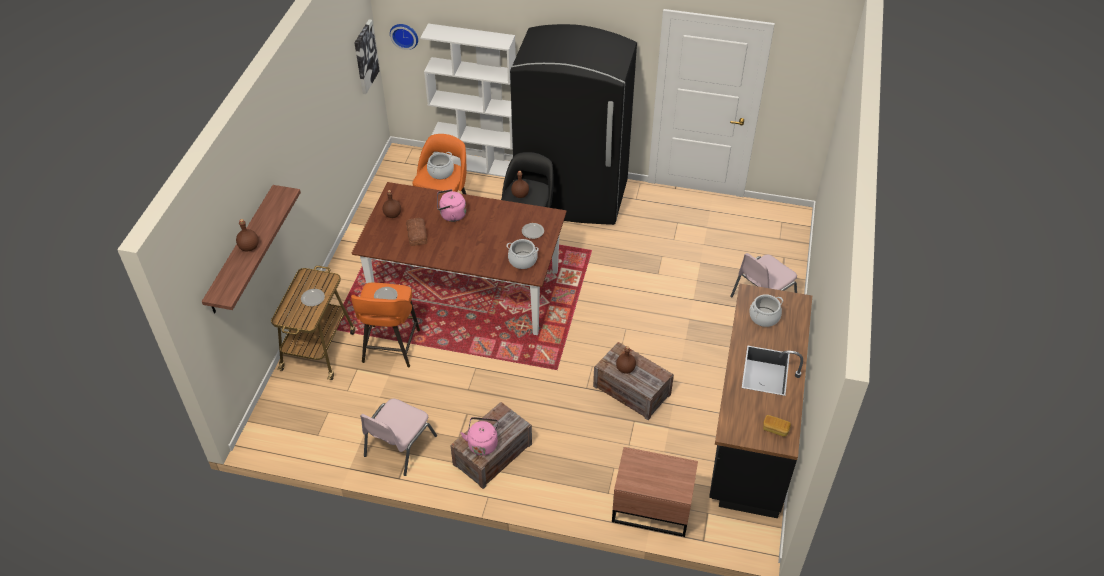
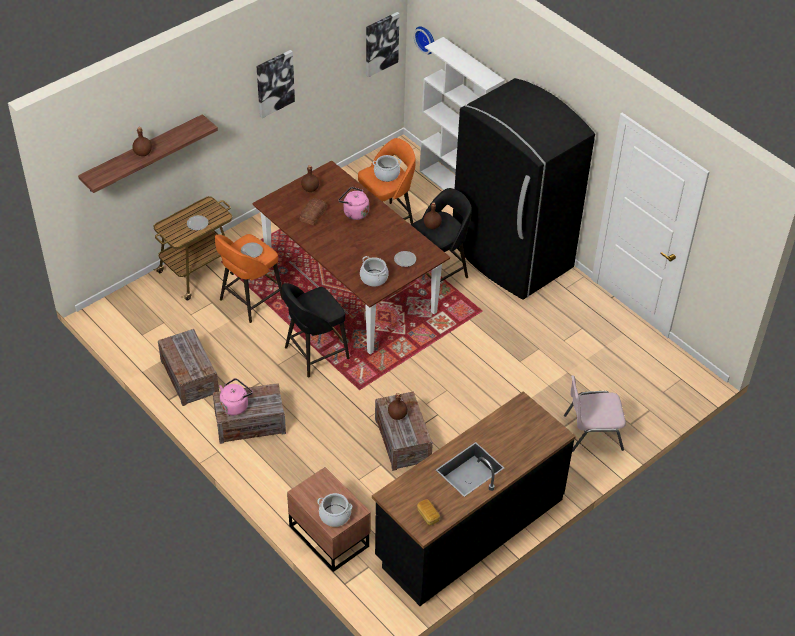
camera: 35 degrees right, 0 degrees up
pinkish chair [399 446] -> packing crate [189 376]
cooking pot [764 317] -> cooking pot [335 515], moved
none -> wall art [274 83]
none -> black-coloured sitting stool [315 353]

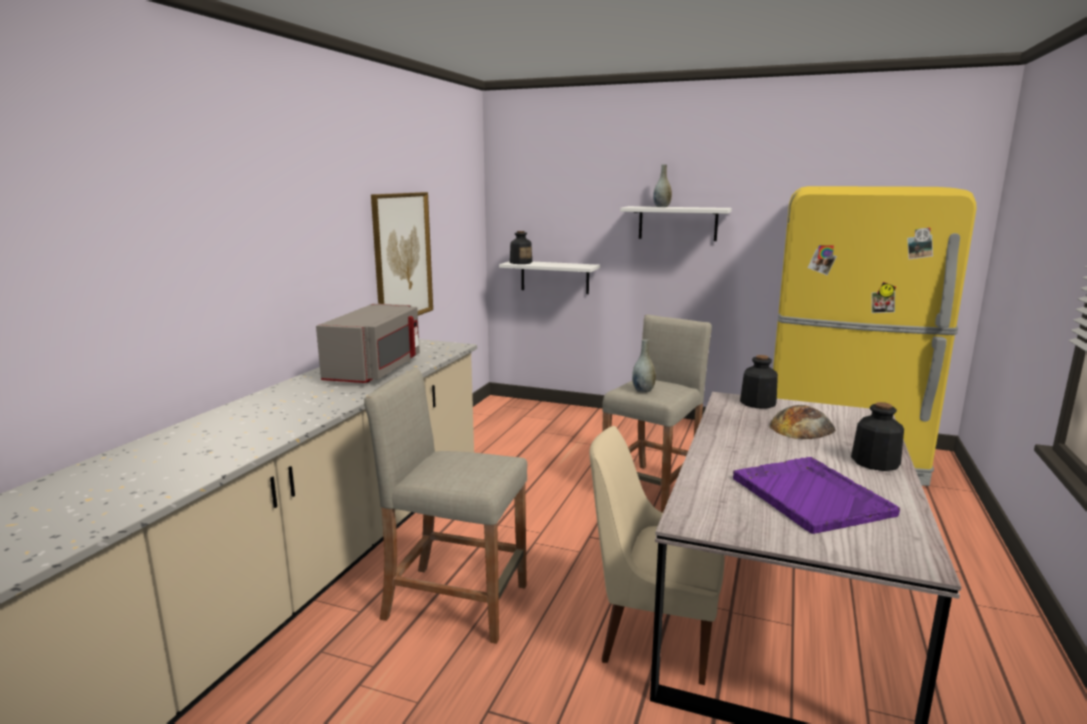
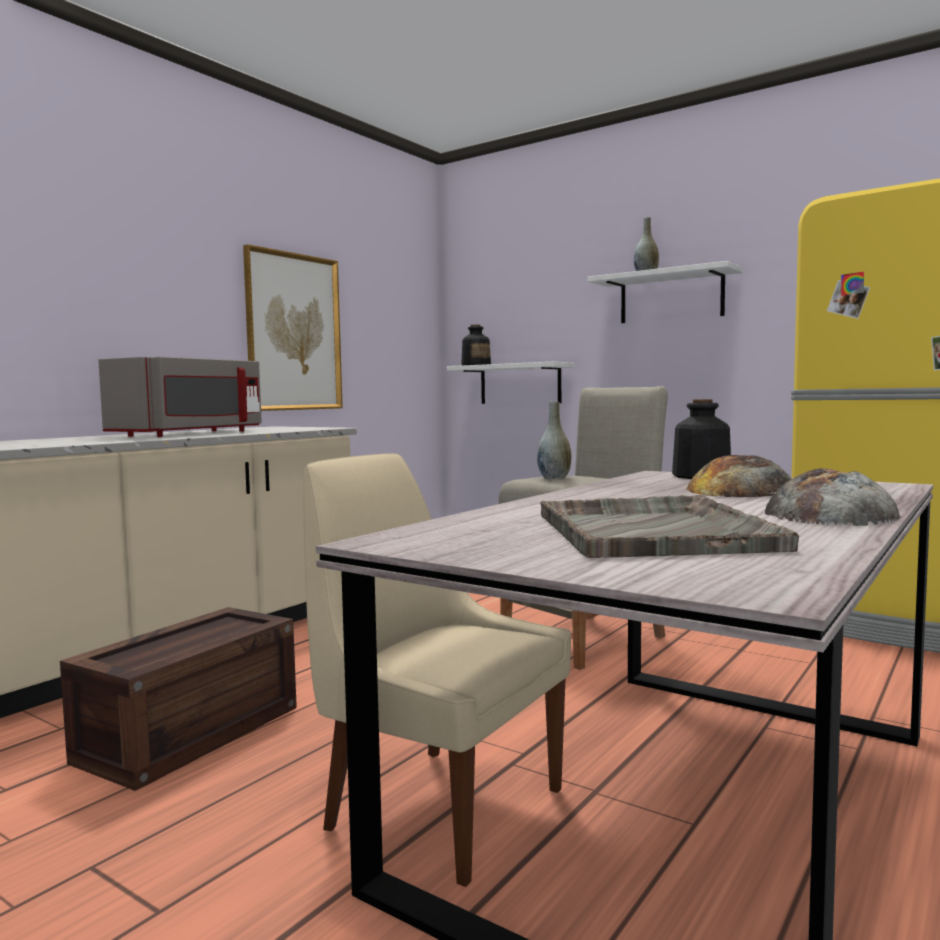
camera: 15 degrees right, 10 degrees down
beige sitting stool [456 602] -> packing crate [191 732]
purplish tray [809 495] -> greyish tray [651 531]
bottle [874 462] -> bakery bread [830 513]

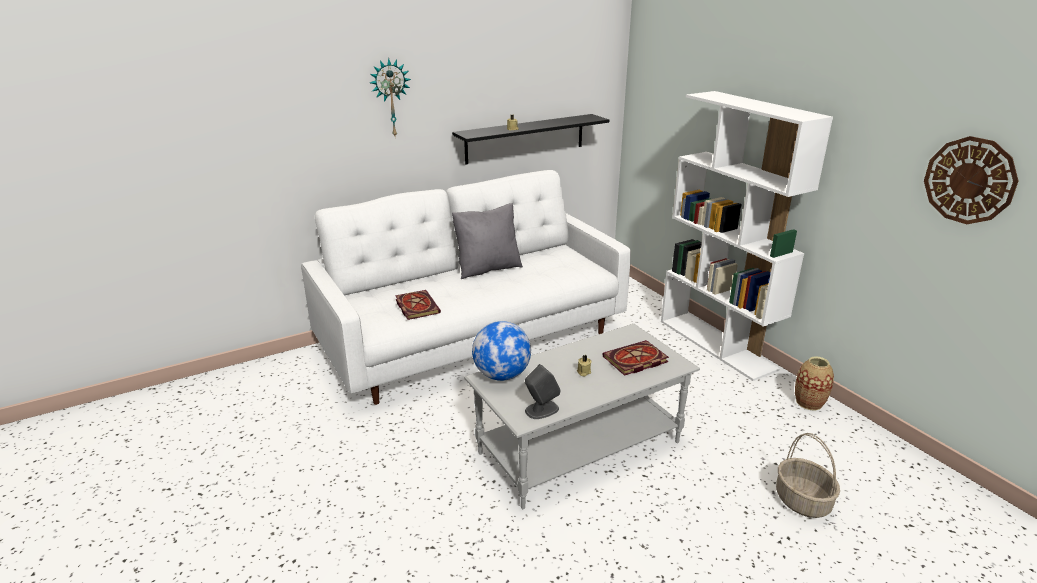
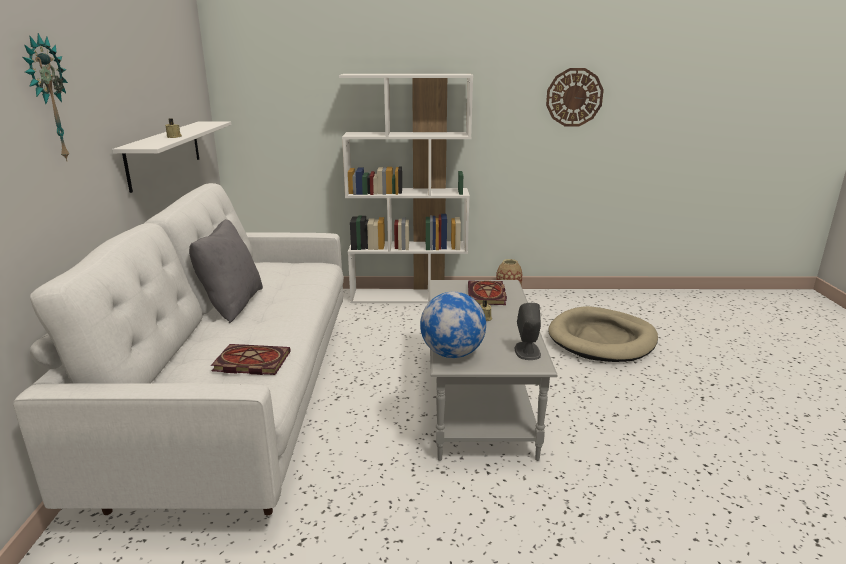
camera: 60 degrees left, 5 degrees down
black-coloured bracket shelf [525 138] -> whitish bracket shelf [165 153]
basket [803 501] -> beige pet bed [602 339]

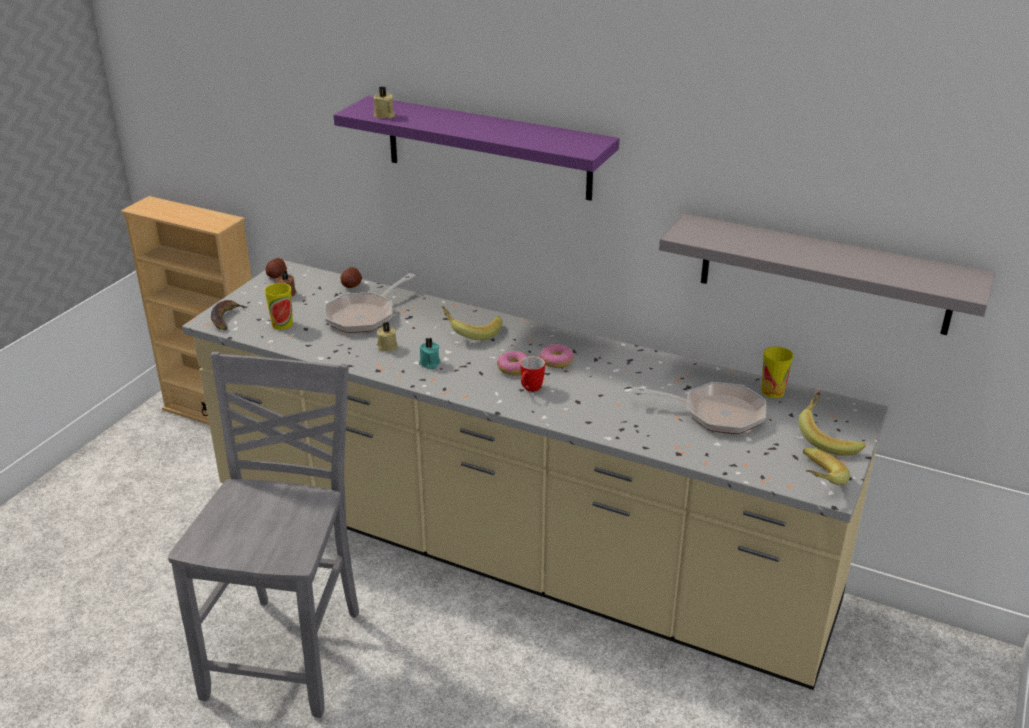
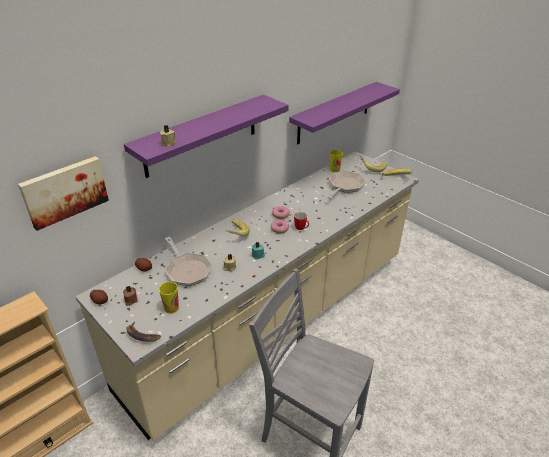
camera: 70 degrees left, 5 degrees up
greyish bracket shelf [824 274] -> purplish bracket shelf [334 113]
none -> wall art [64 191]

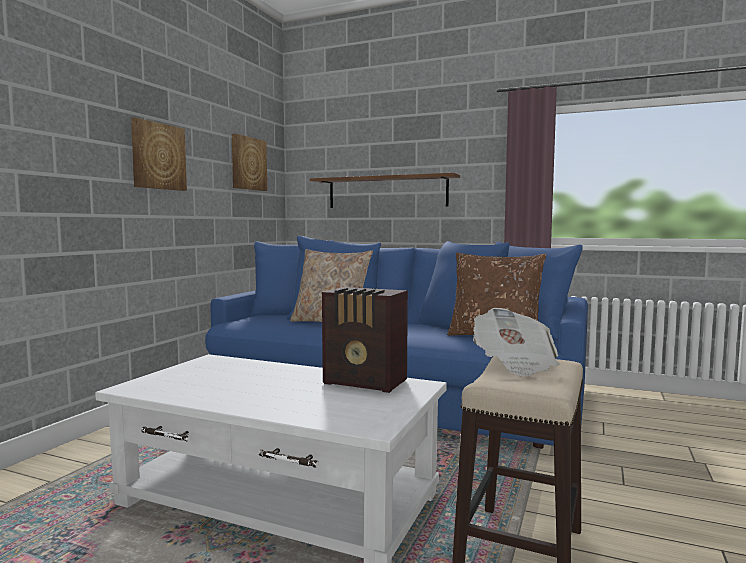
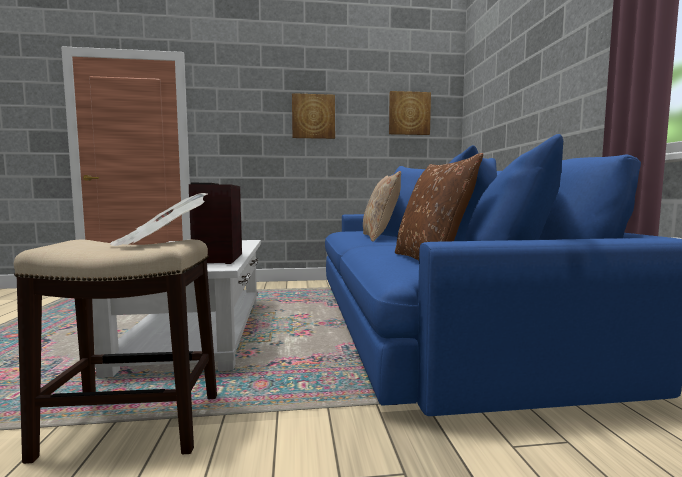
camera: 60 degrees right, 0 degrees up
brown bracket shelf [387 192] -> none

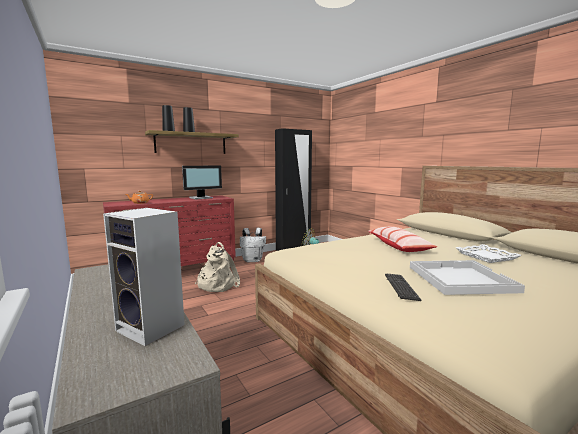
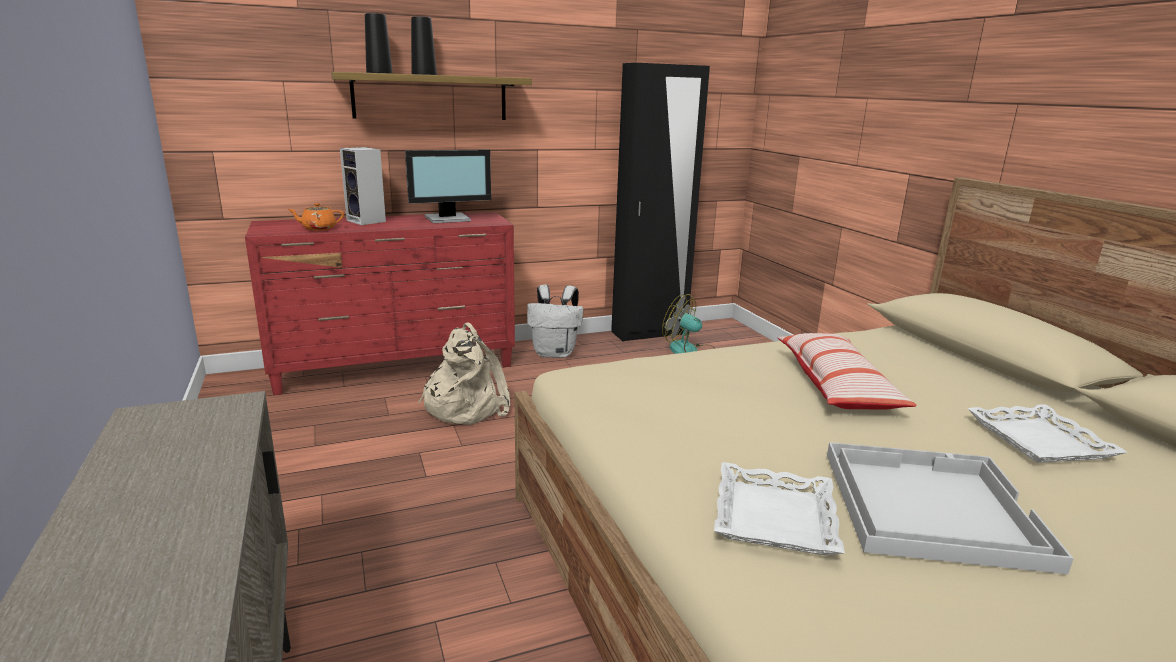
camera: 10 degrees right, 10 degrees up
speaker [153 328] -> speaker [367 221], moved
PC keyboard [401 287] -> whitish tray [773 517]

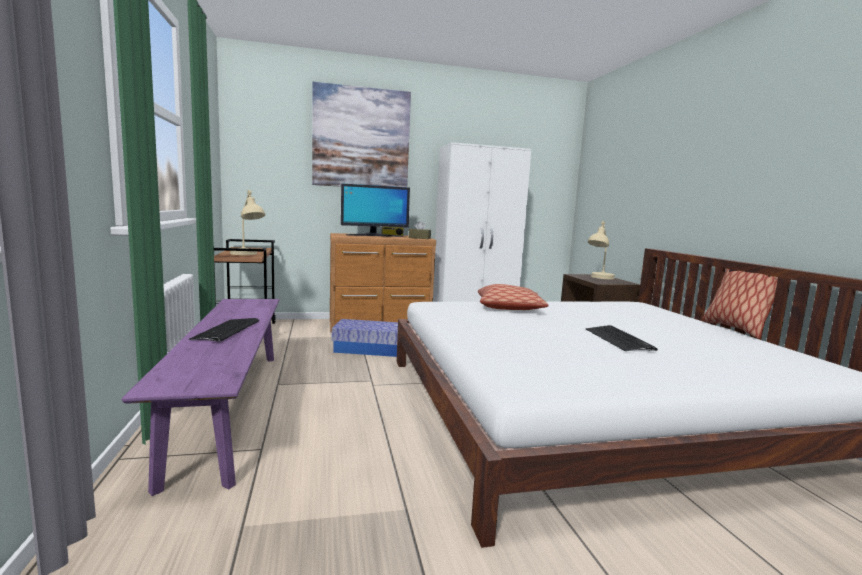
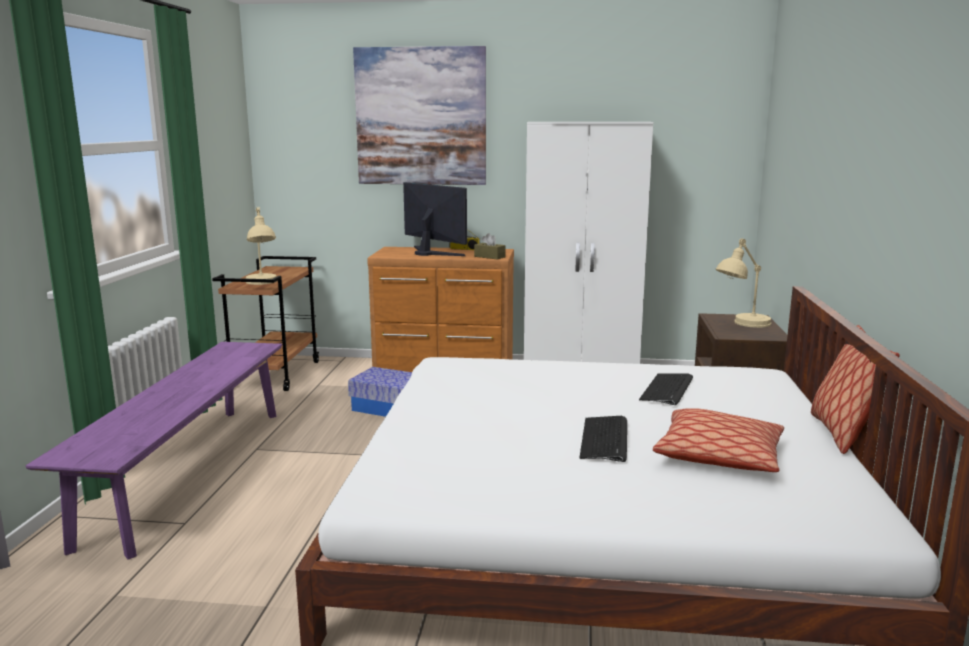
camera: 20 degrees right, 5 degrees up
PC keyboard [227 331] -> PC keyboard [667 389], moved
monitor [374 236] -> monitor [431 253], 135 degrees counterclockwise
cushion [509 308] -> cushion [719 456], moved

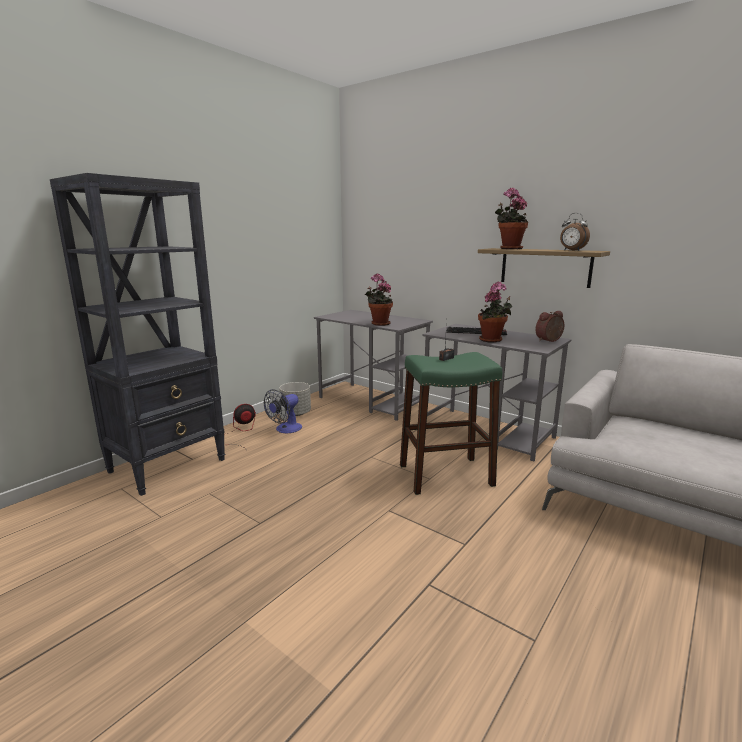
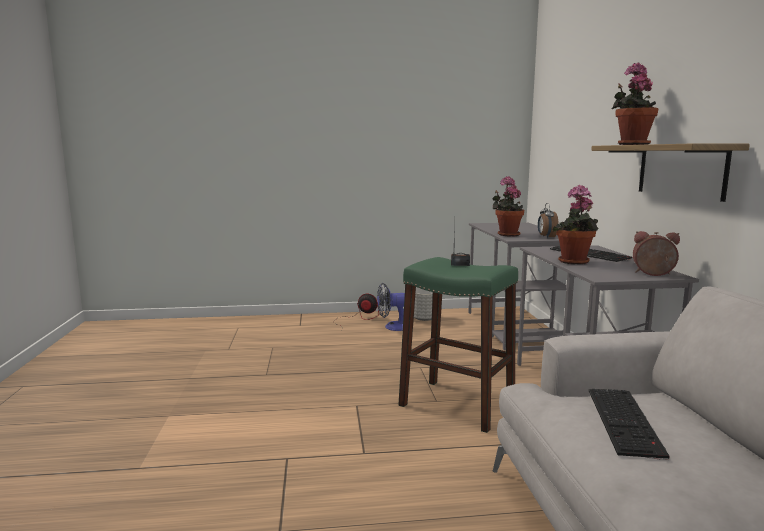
camera: 45 degrees right, 5 degrees down
black-coloured bookcase [169 465] -> none
table clock [571 250] -> table clock [546 237], moved
none -> PC keyboard [626 422]

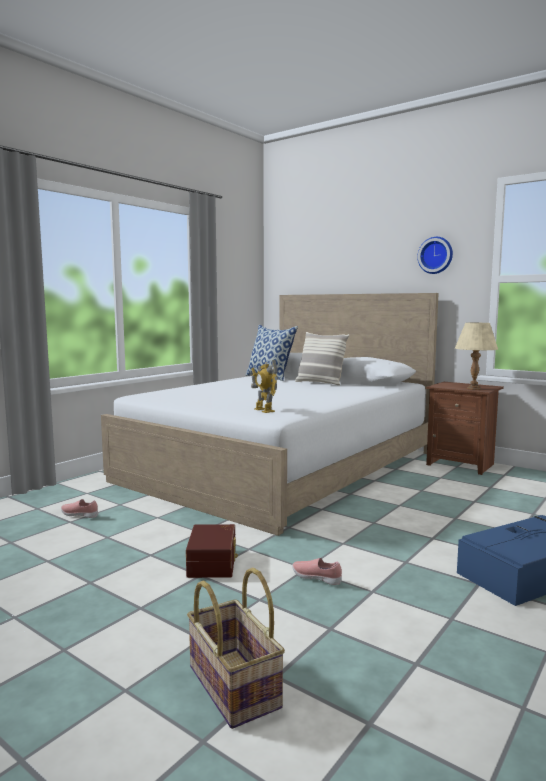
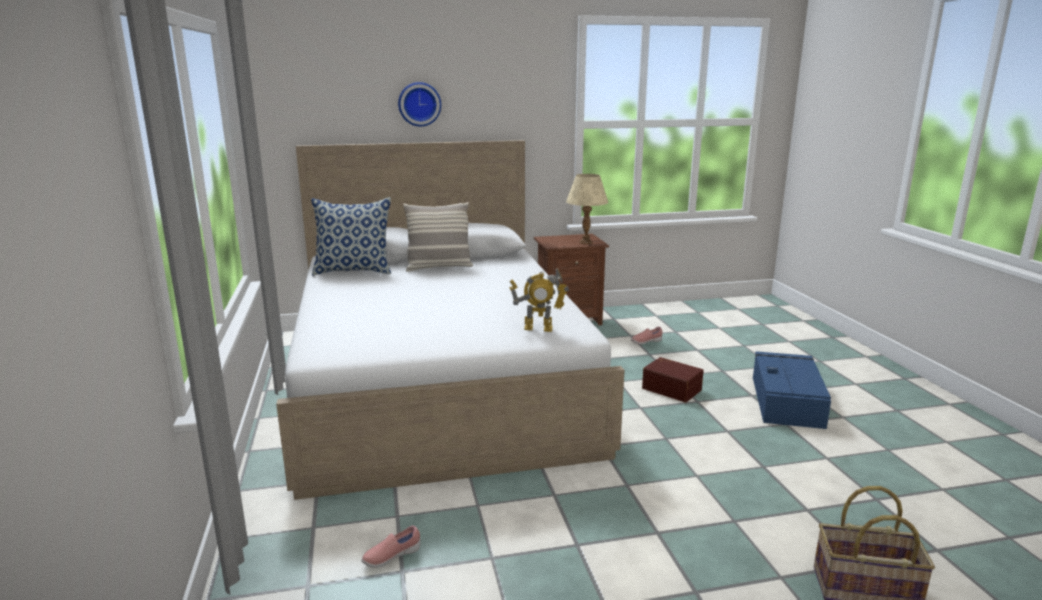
camera: 50 degrees left, 10 degrees up
brown storage container [213 562] -> brown storage container [672 388], moved
pinkish low shoe [316 578] -> pinkish low shoe [646 342], moved
wall clock [436 255] -> wall clock [419 104], moved

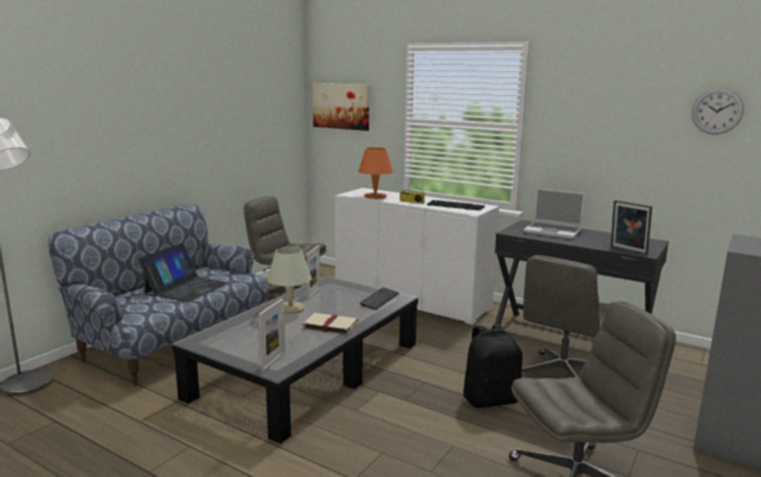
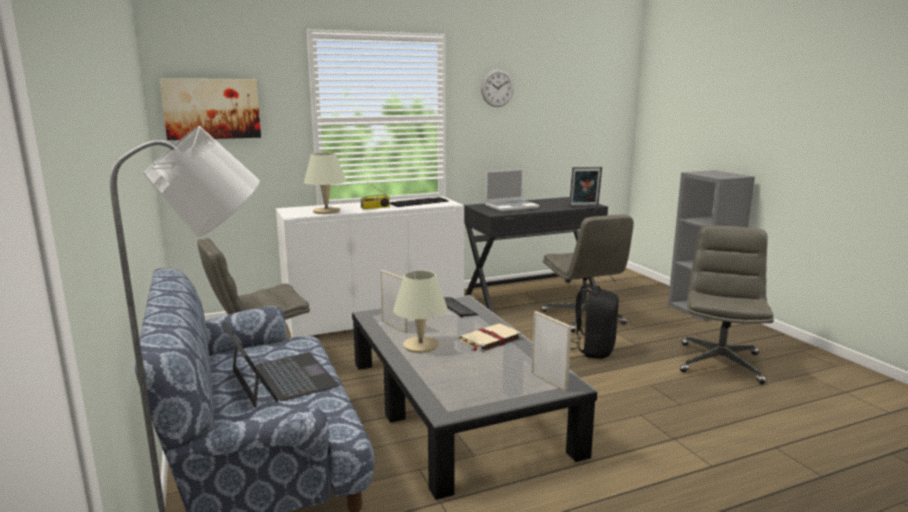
camera: 55 degrees left, 0 degrees up
orange-coloured table lamp [375 196] -> beige table lamp [326 211]
wall clock [717 111] -> wall clock [497 88], moved

